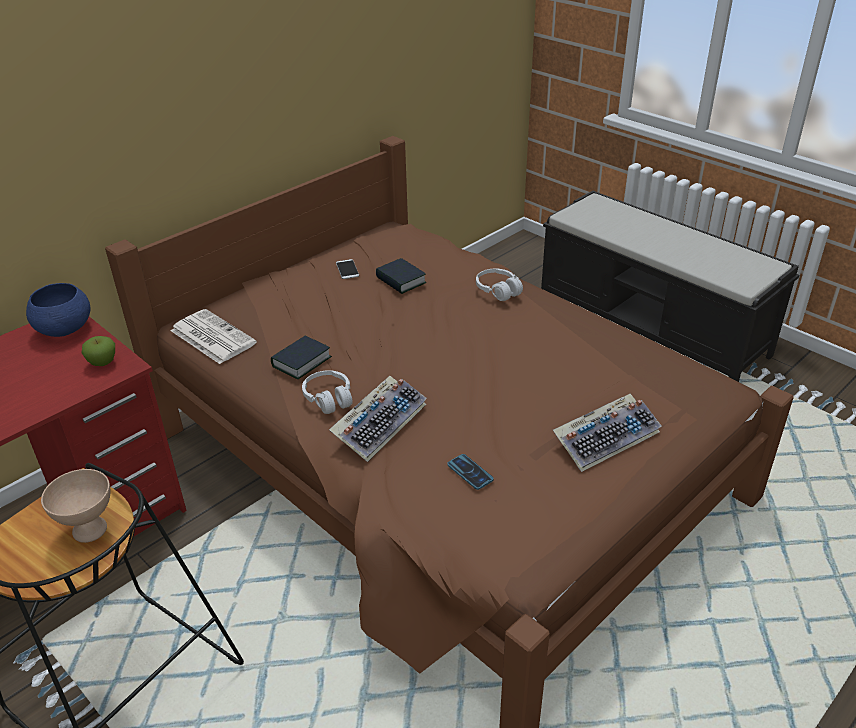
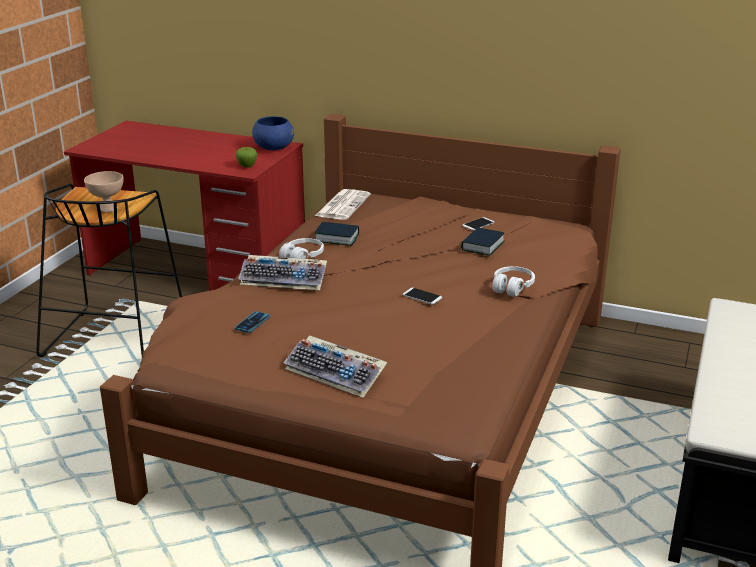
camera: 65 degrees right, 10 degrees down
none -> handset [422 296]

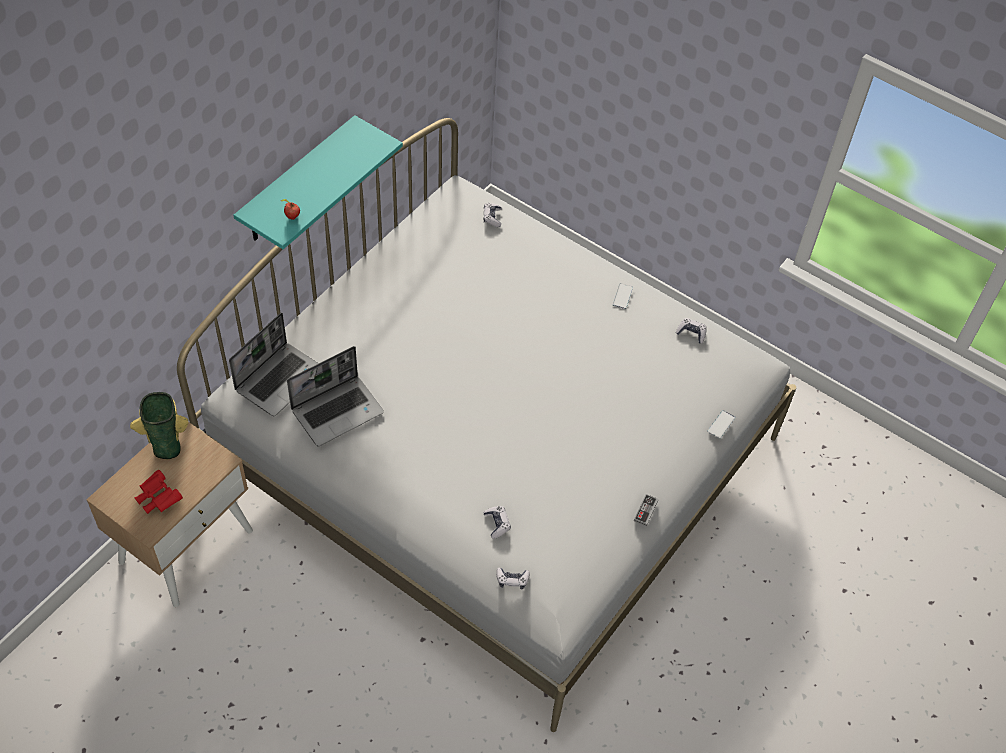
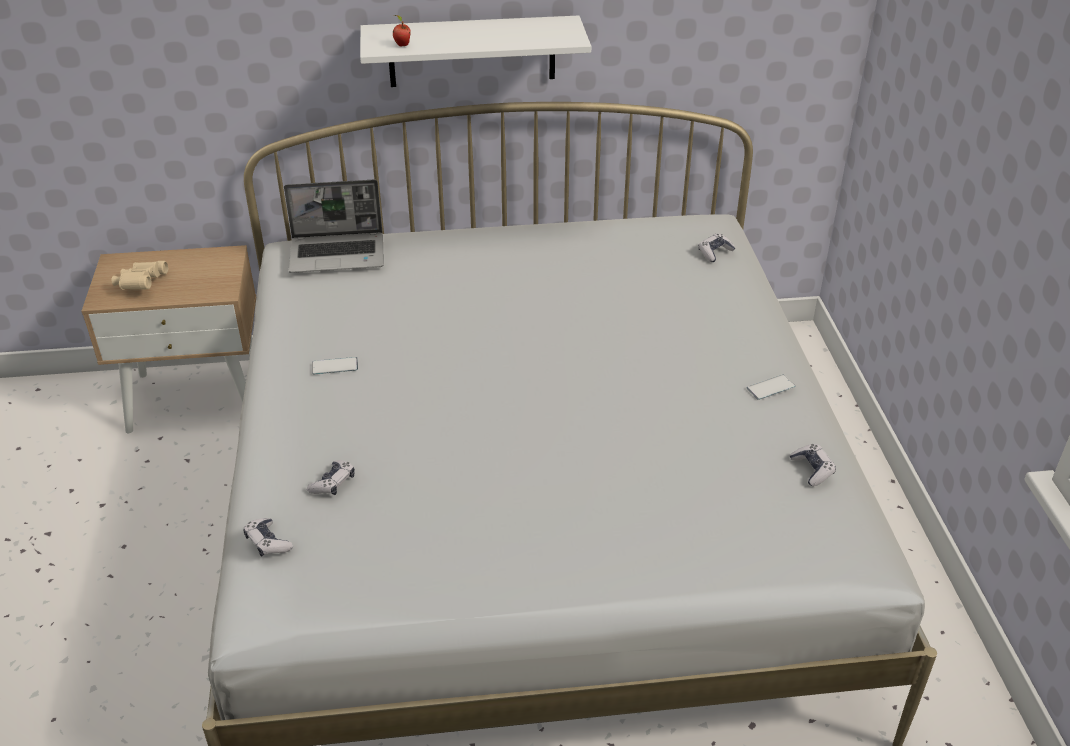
camera: 50 degrees right, 15 degrees down
flower vase [167 444] -> none
red binoculars [158 498] -> beige binoculars [141 285]
turquoise-coloured bracket shelf [298 182] -> whitish bracket shelf [472 51]
laptop [338 411] -> none
gamepad [645 511] -> none
handset [721 424] -> handset [335 366], moved

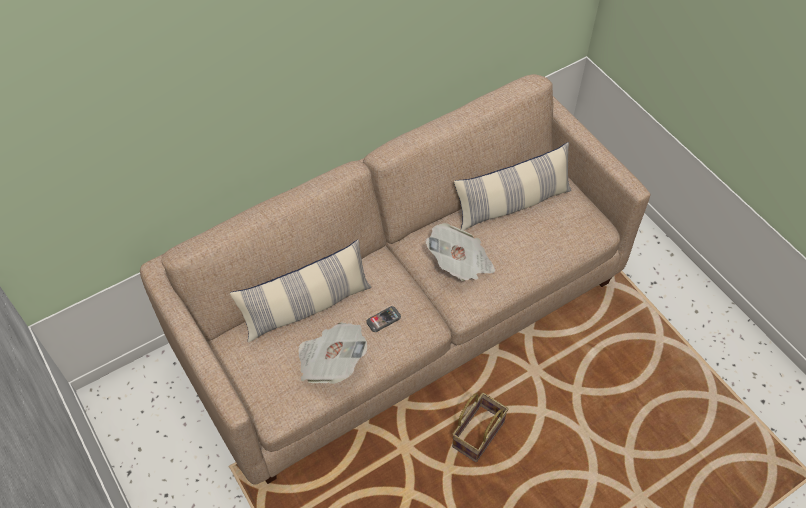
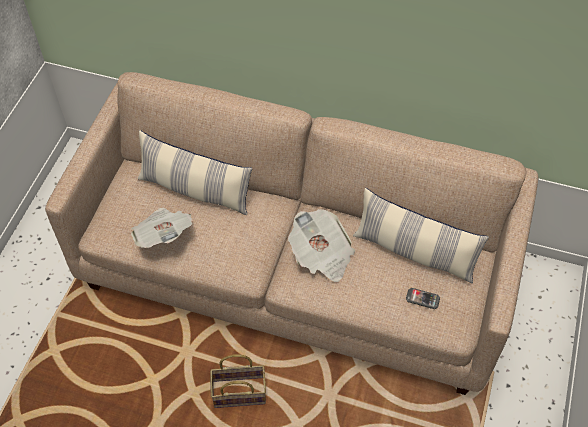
camera: 50 degrees right, 0 degrees up
handset [383 319] -> handset [422 299], moved

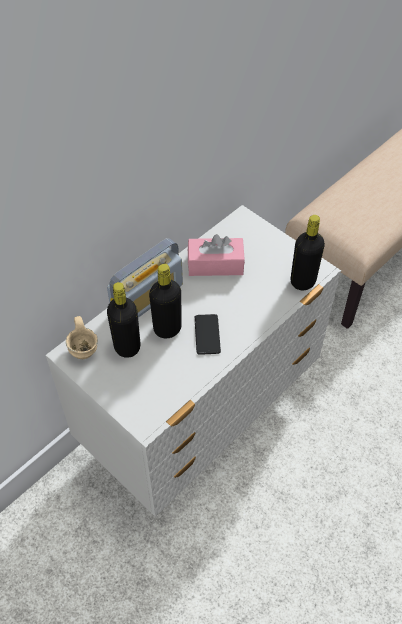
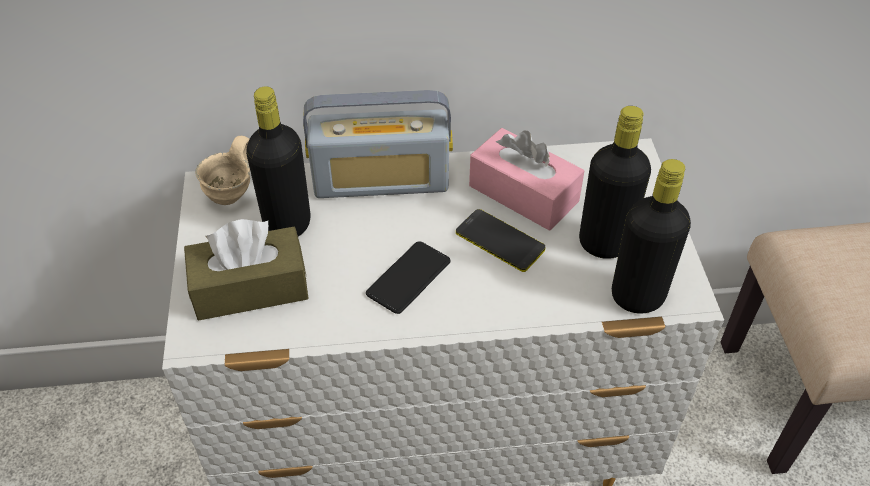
camera: 40 degrees right, 5 degrees down
black-coloured bottle [167 328] -> black-coloured bottle [604 243], moved
none -> brown tissue holder [250 288]
none -> handset [500 241]

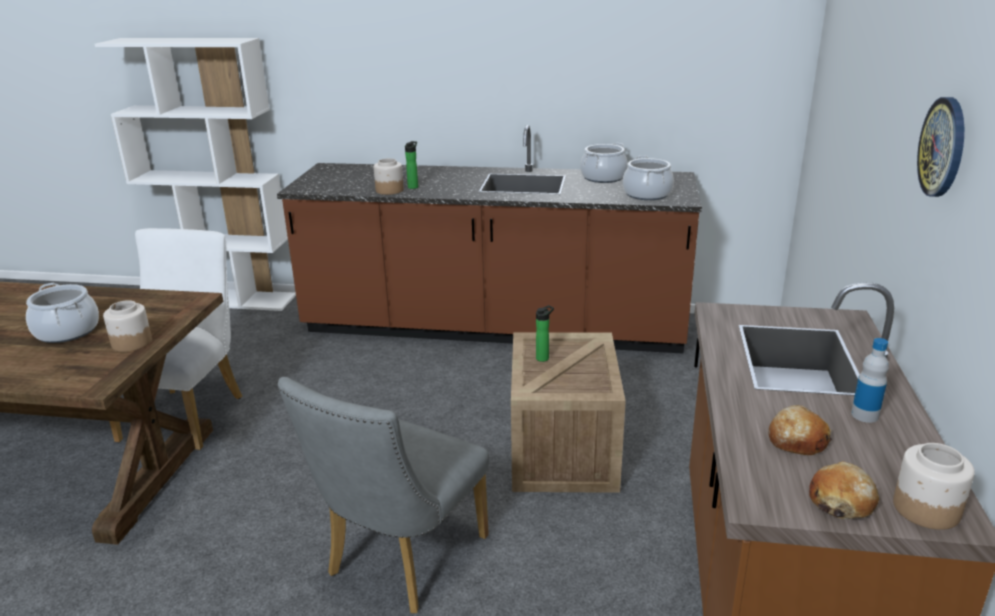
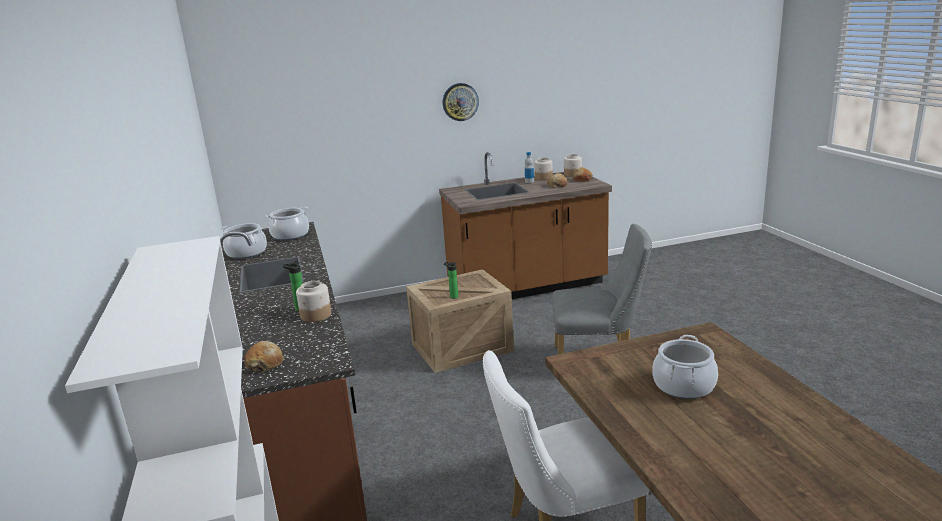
camera: 115 degrees left, 5 degrees down
preserve jar [131 342] -> preserve jar [543 178], moved
none -> bakery bread [265 363]

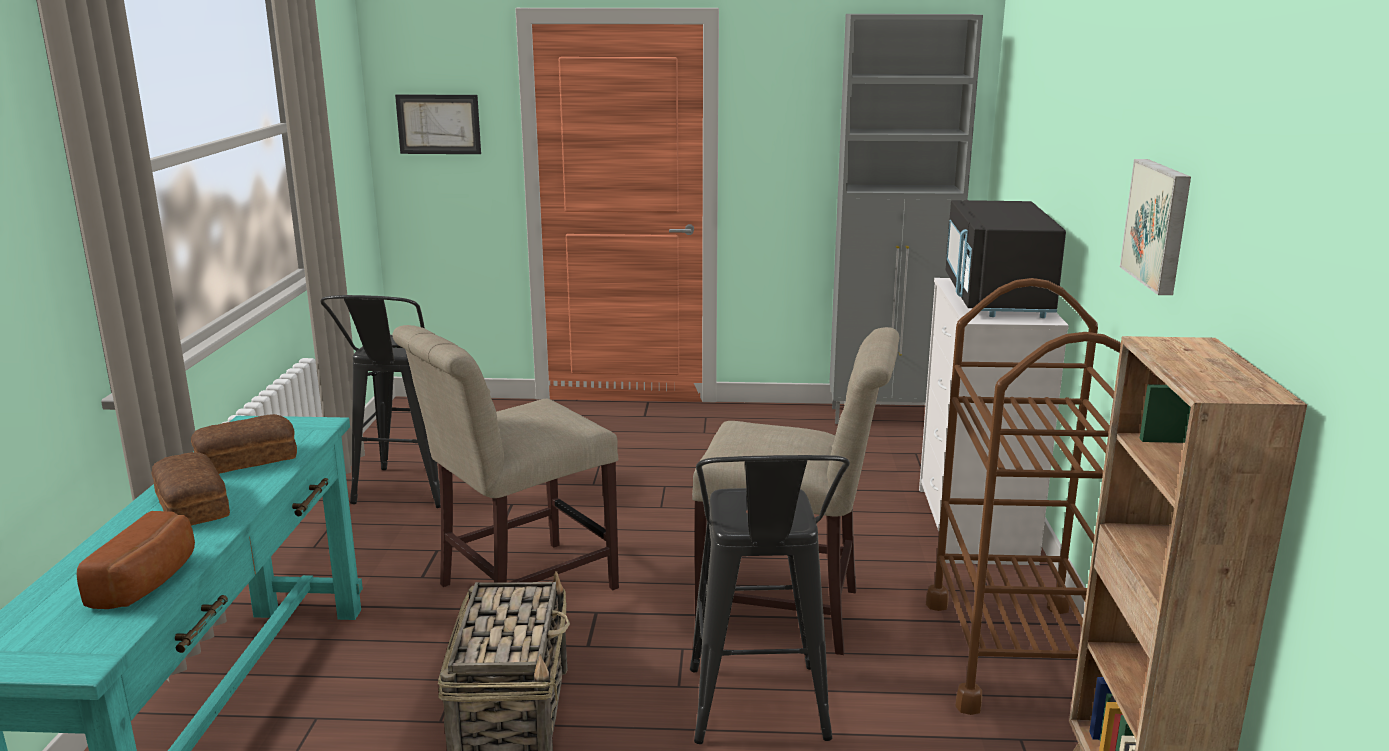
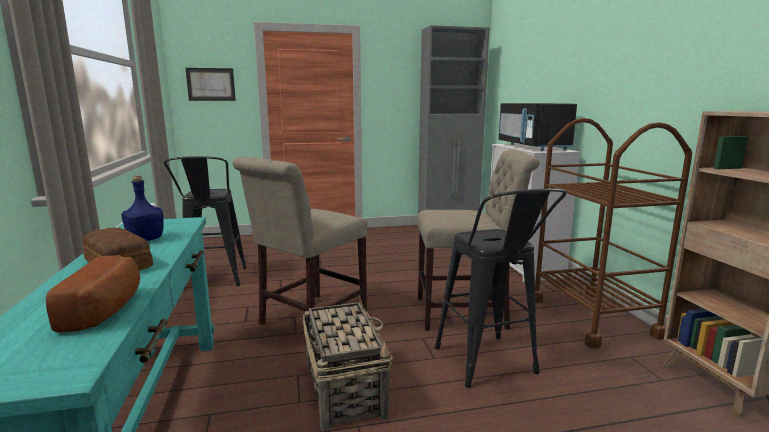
camera: 15 degrees left, 5 degrees down
bakery bread [245 459] -> blue bottle [145 239]
wall art [1160 225] -> none

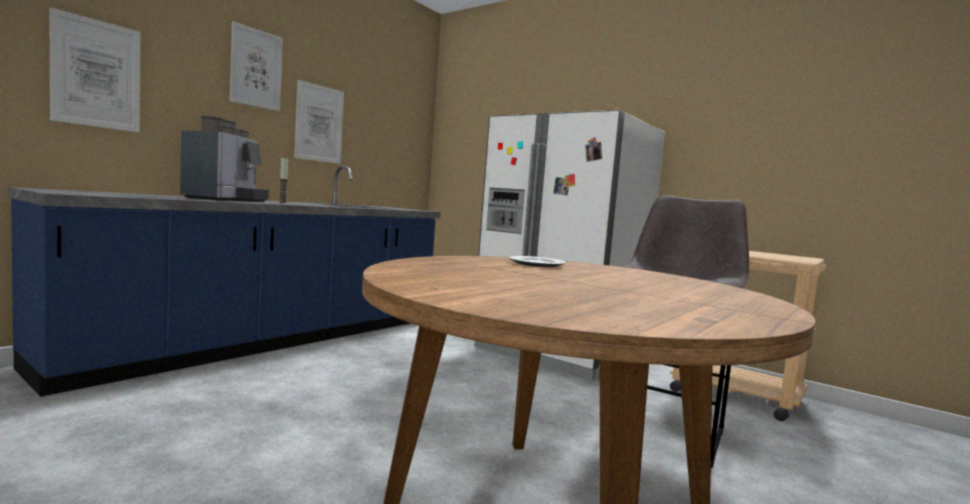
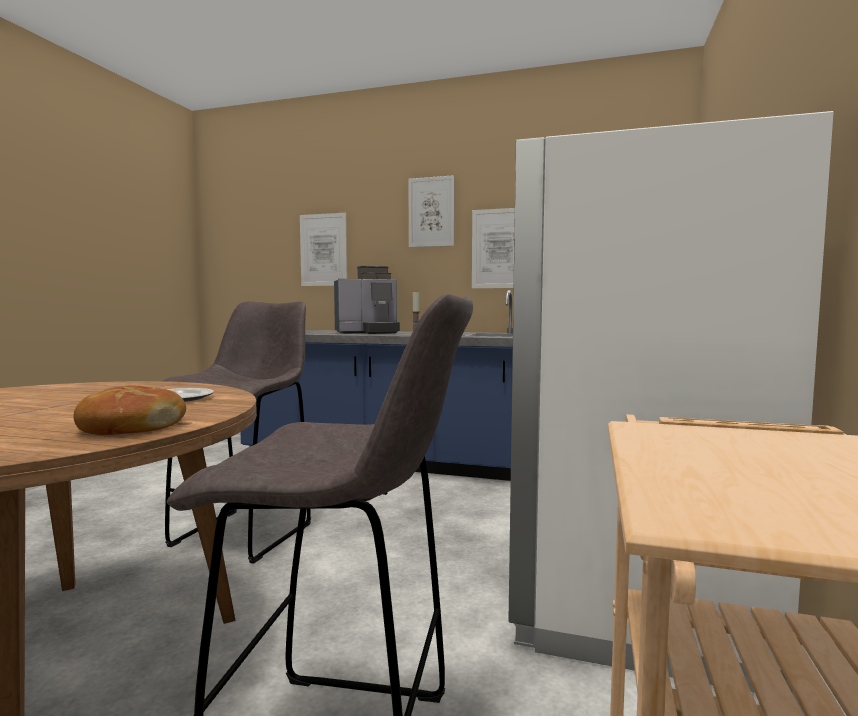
camera: 70 degrees right, 0 degrees up
none -> bakery bread [131 427]
none -> greyish sitting stool [245 533]

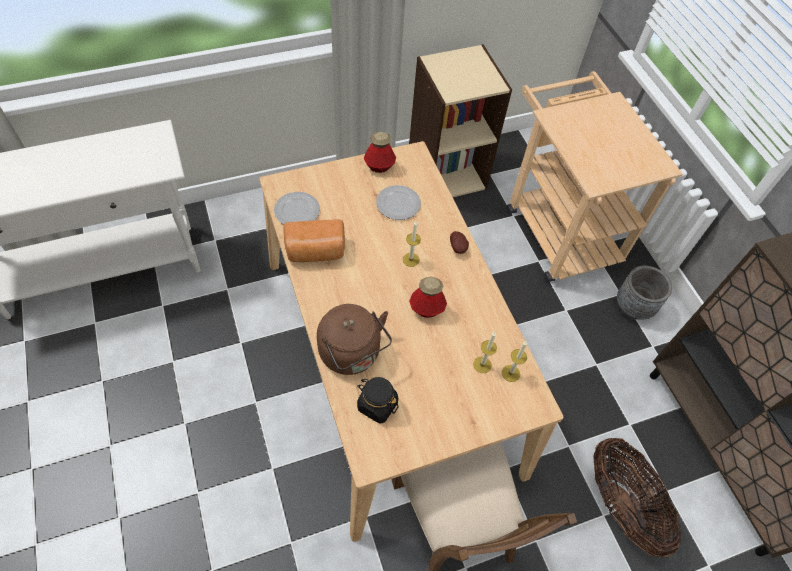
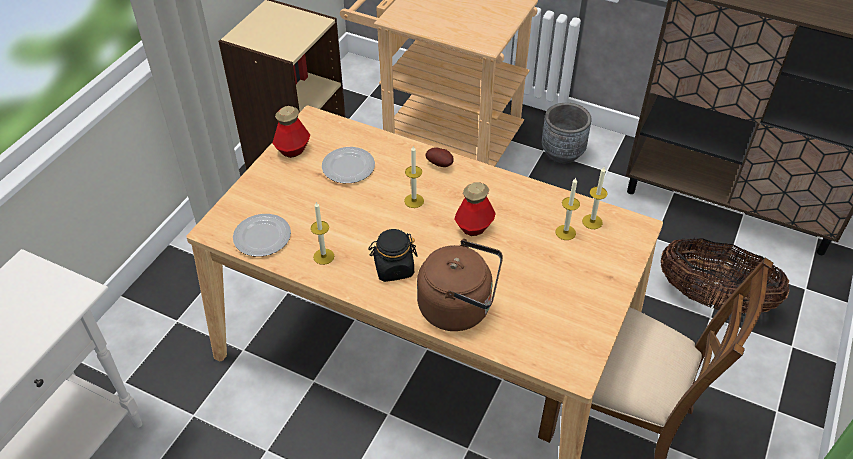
camera: 40 degrees left, 10 degrees down
bakery bread [315 252] -> wax candle [323 256]
black-coloured preserve jar [377 405] -> black-coloured preserve jar [393 268], moved

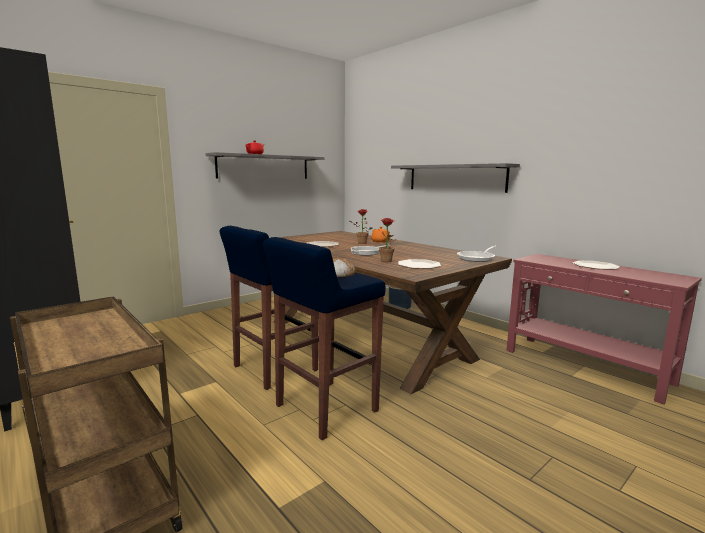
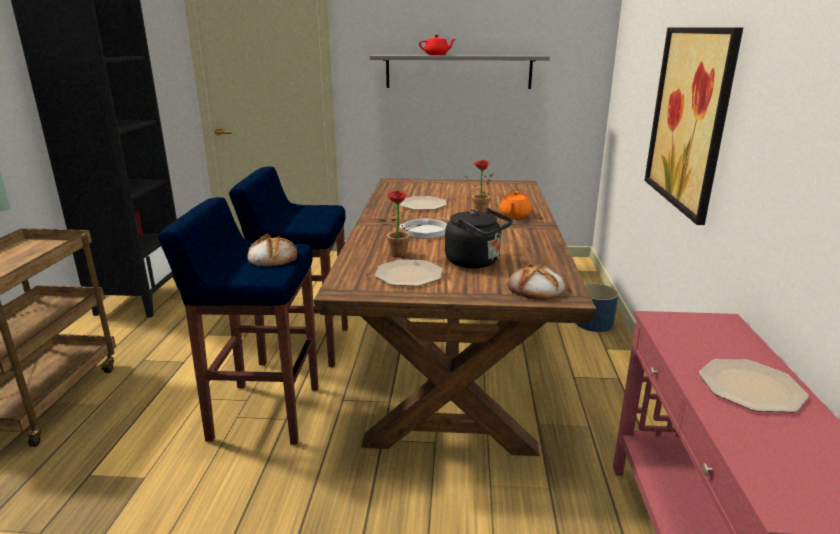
camera: 45 degrees right, 10 degrees up
greyish bracket shelf [455 178] -> wall art [689 118]
pan [477 258] -> bakery bread [535 289]
none -> black-coloured tea kettle [476 262]

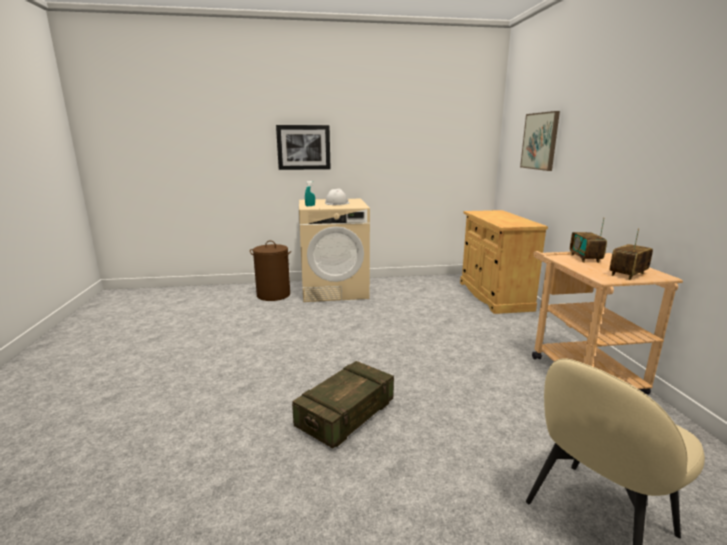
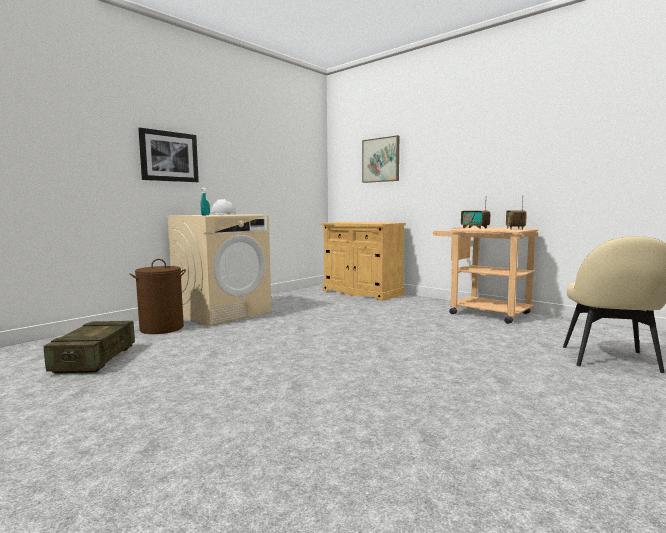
camera: 40 degrees left, 10 degrees down
packing crate [346 415] -> packing crate [95 359], moved

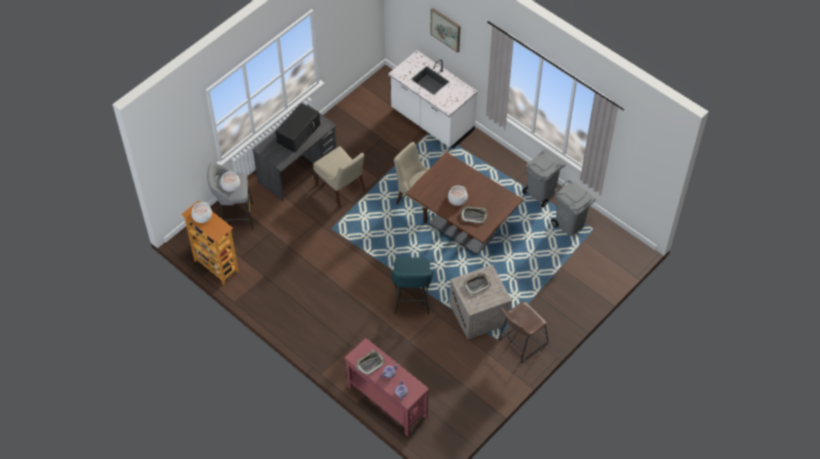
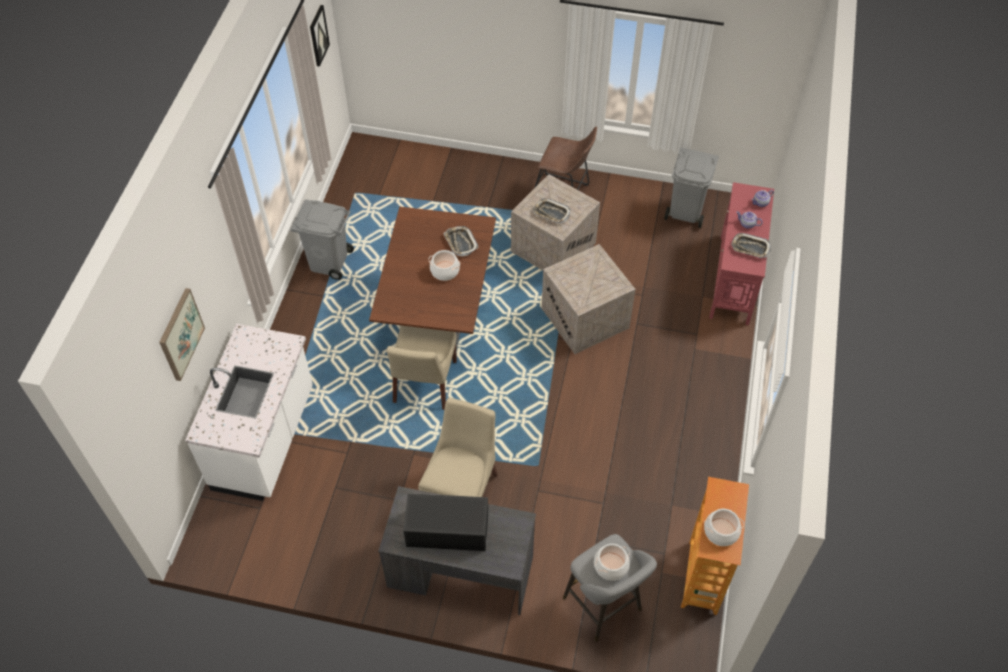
camera: 120 degrees left, 0 degrees up
turquoise-coloured sitting stool [411 302] -> packing crate [586 318]
greyish trash can [569 224] -> greyish trash can [686 212], moved
none -> wall art [318 35]

